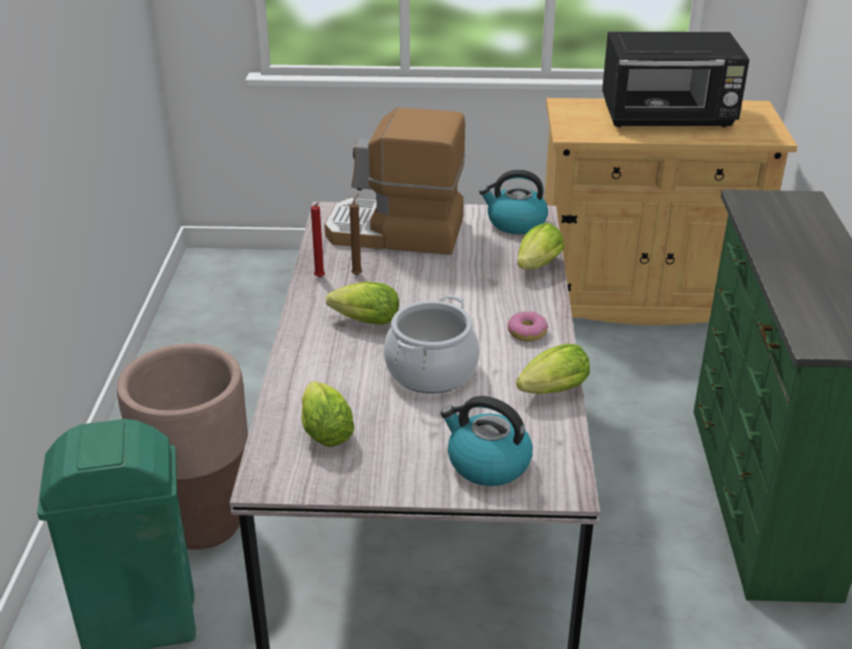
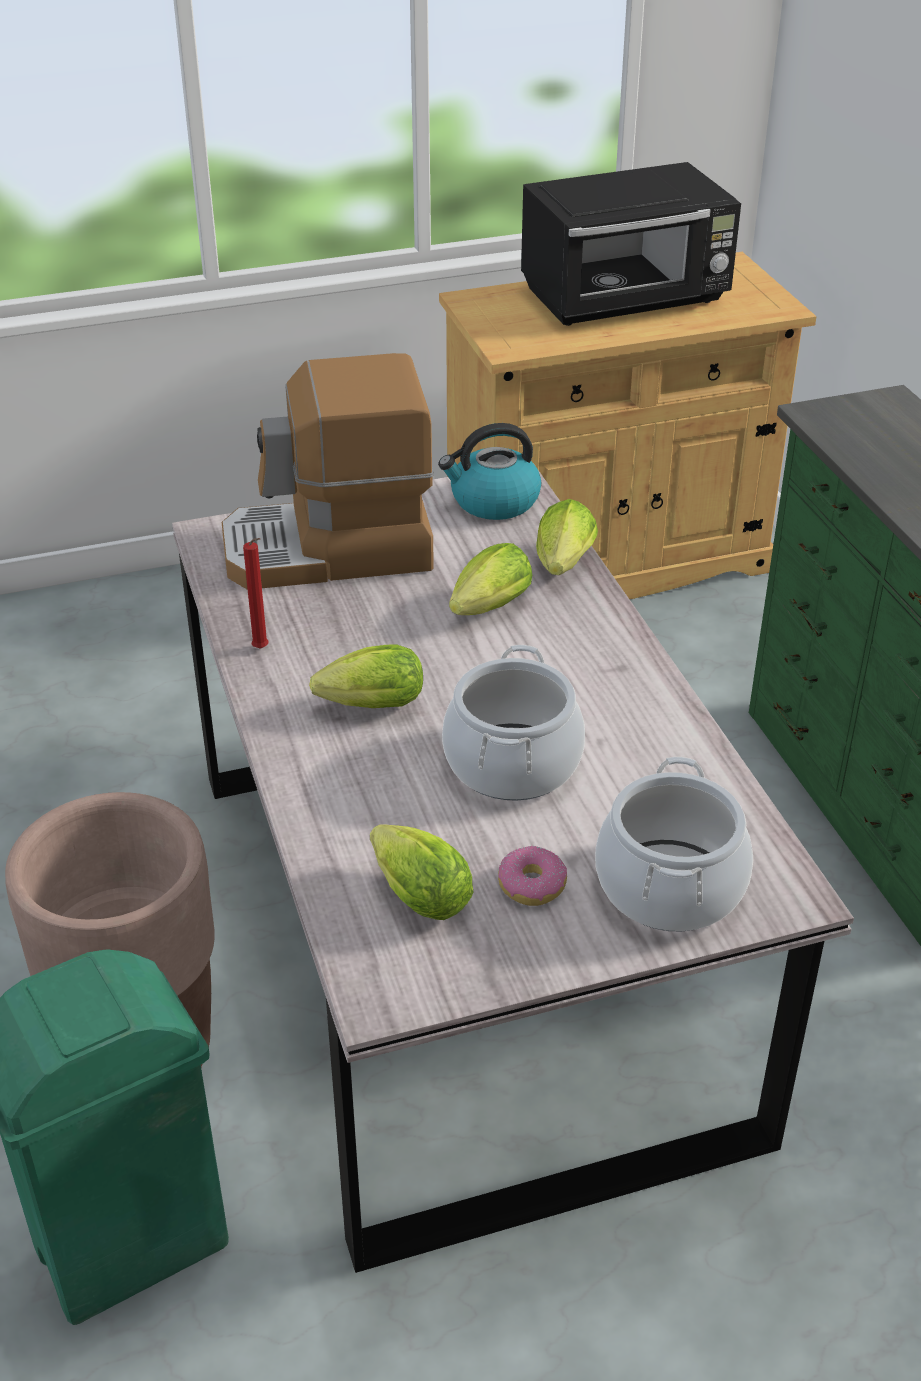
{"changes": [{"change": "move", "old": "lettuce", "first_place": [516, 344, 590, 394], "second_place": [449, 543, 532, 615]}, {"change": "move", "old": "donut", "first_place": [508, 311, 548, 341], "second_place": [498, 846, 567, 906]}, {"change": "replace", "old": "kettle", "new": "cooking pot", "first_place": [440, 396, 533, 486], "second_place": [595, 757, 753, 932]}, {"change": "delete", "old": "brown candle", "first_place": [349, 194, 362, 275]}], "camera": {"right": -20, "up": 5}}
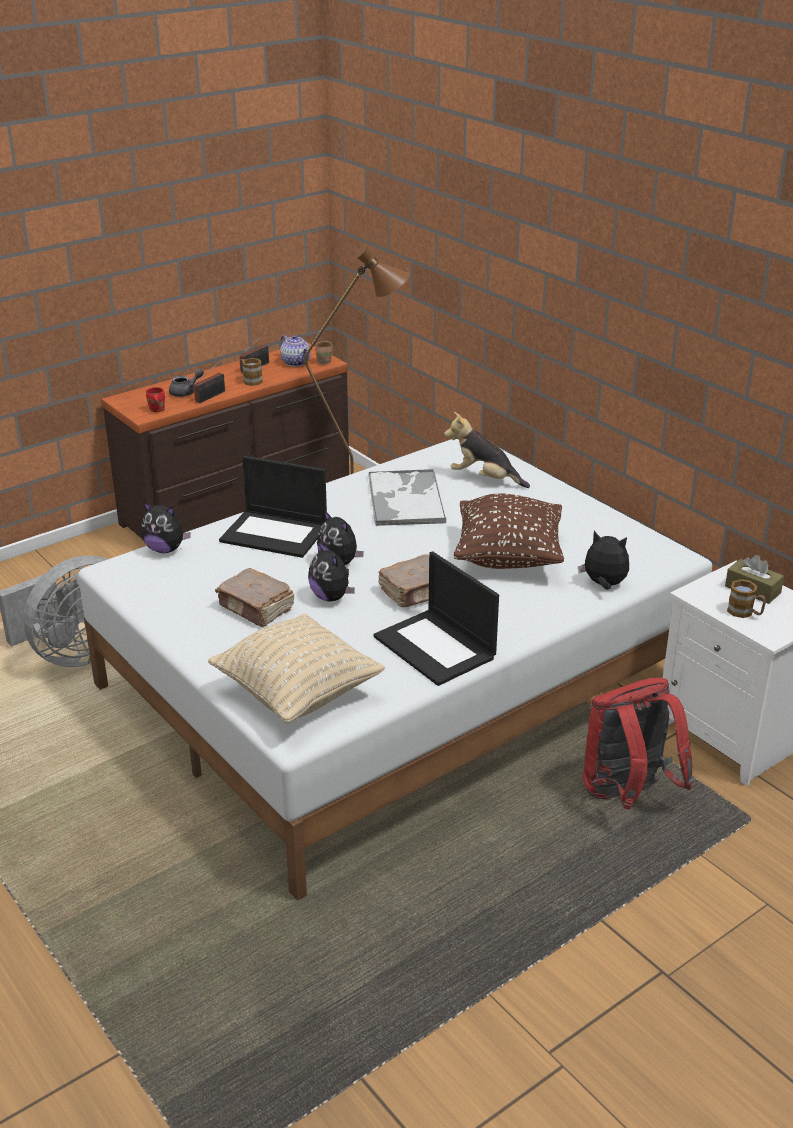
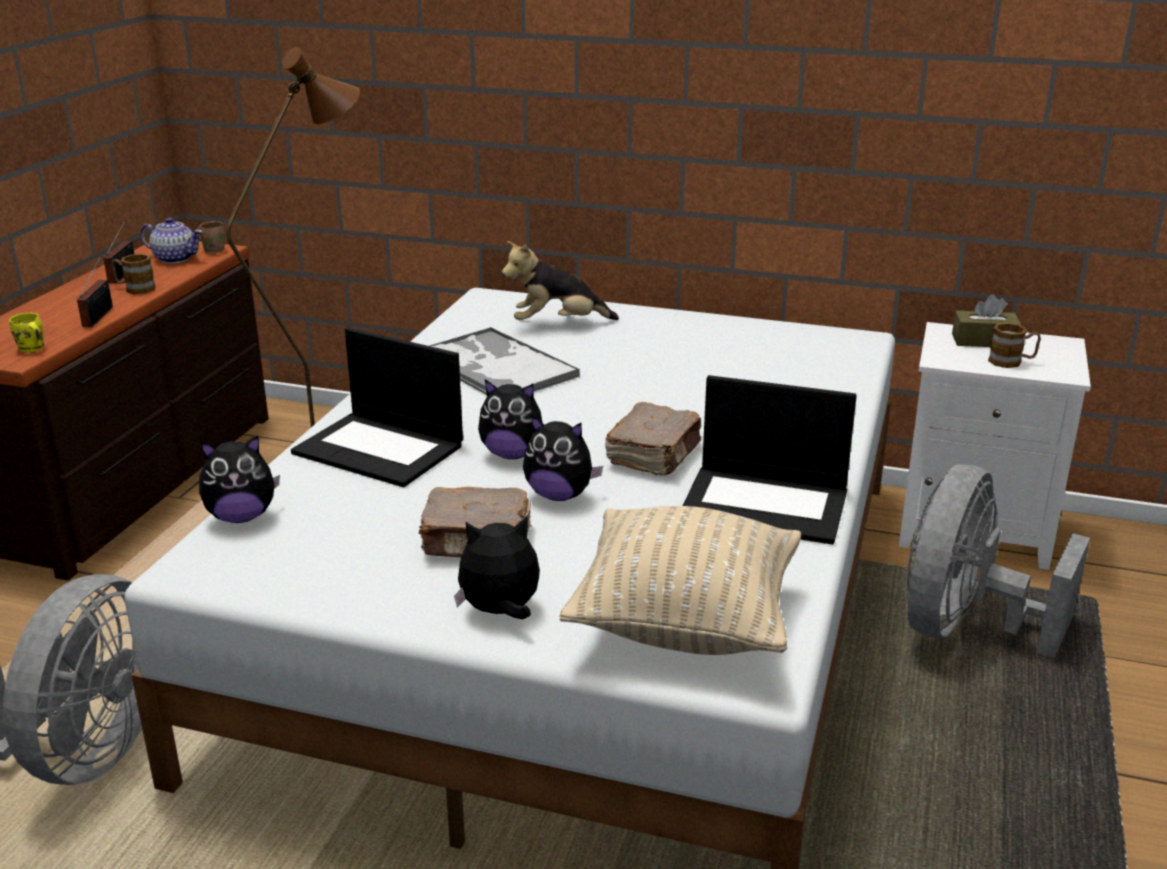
{"changes": [{"change": "recolor", "old": "red mug", "new": "yellow mug", "first_place": [146, 387, 165, 412], "second_place": [9, 313, 44, 353]}, {"change": "rotate", "old": "laptop", "first_place": [219, 456, 327, 558], "second_place": [291, 328, 463, 487], "degrees": 45}, {"change": "move", "old": "plush toy", "first_place": [578, 531, 629, 590], "second_place": [454, 515, 540, 619]}, {"change": "replace", "old": "red backpack", "new": "grey fan", "first_place": [583, 678, 694, 810], "second_place": [905, 464, 1090, 658]}, {"change": "delete", "old": "grey teapot", "first_place": [169, 368, 204, 397]}, {"change": "delete", "old": "brown pillow", "first_place": [454, 494, 564, 569]}], "camera": {"right": -35, "up": -5}}
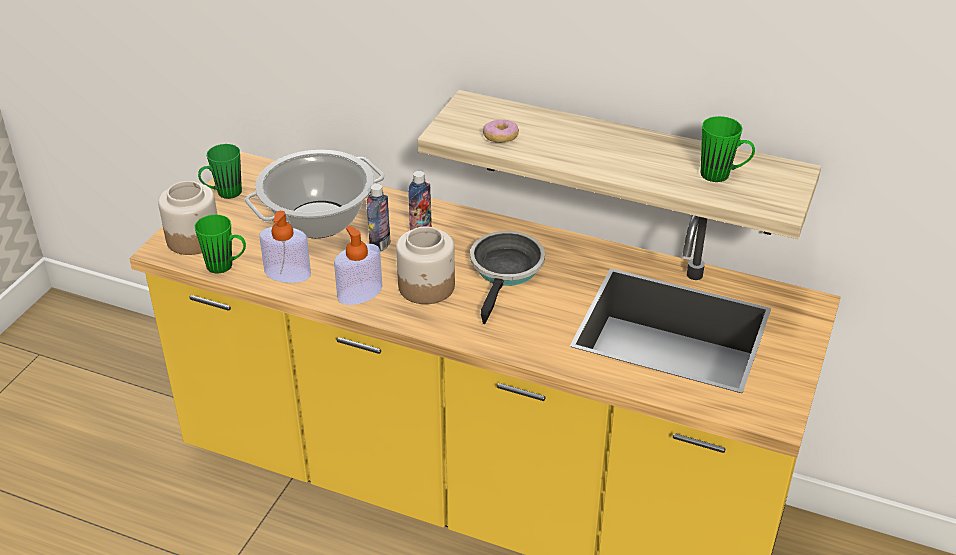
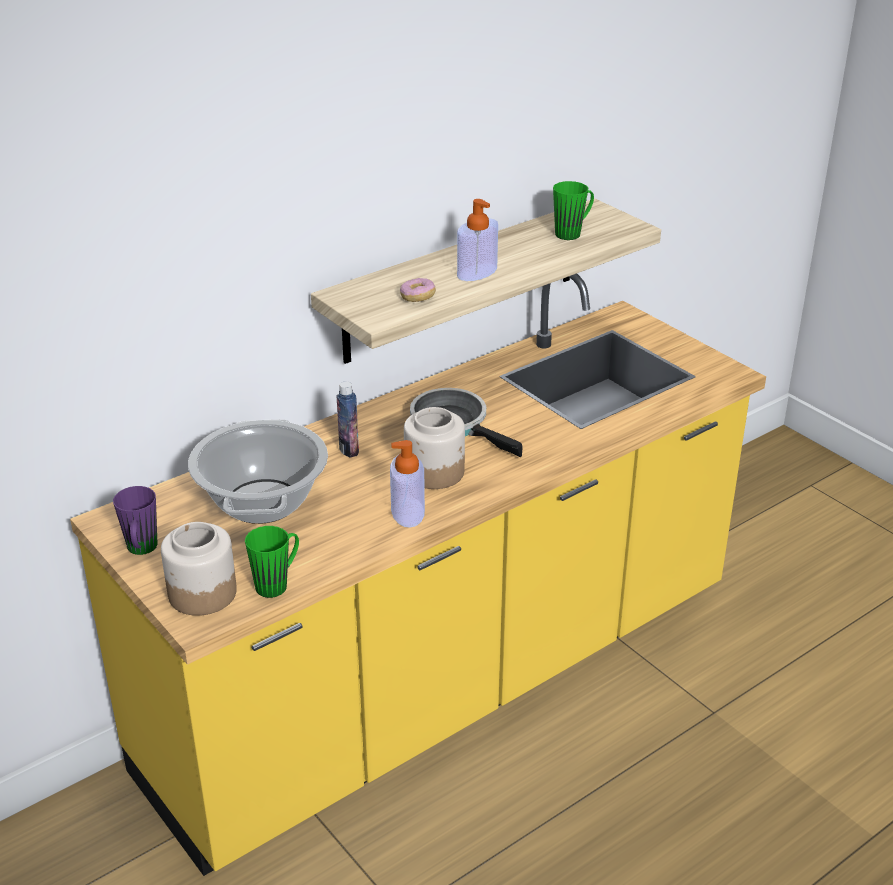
{"changes": [{"change": "recolor", "old": "green mug", "new": "purple mug", "first_place": [198, 144, 242, 199], "second_place": [113, 486, 158, 555]}, {"change": "move", "old": "soap dispenser", "first_place": [259, 211, 311, 283], "second_place": [457, 199, 498, 281]}, {"change": "delete", "old": "bottle", "first_place": [367, 184, 390, 251]}], "camera": {"right": -60, "up": -5}}
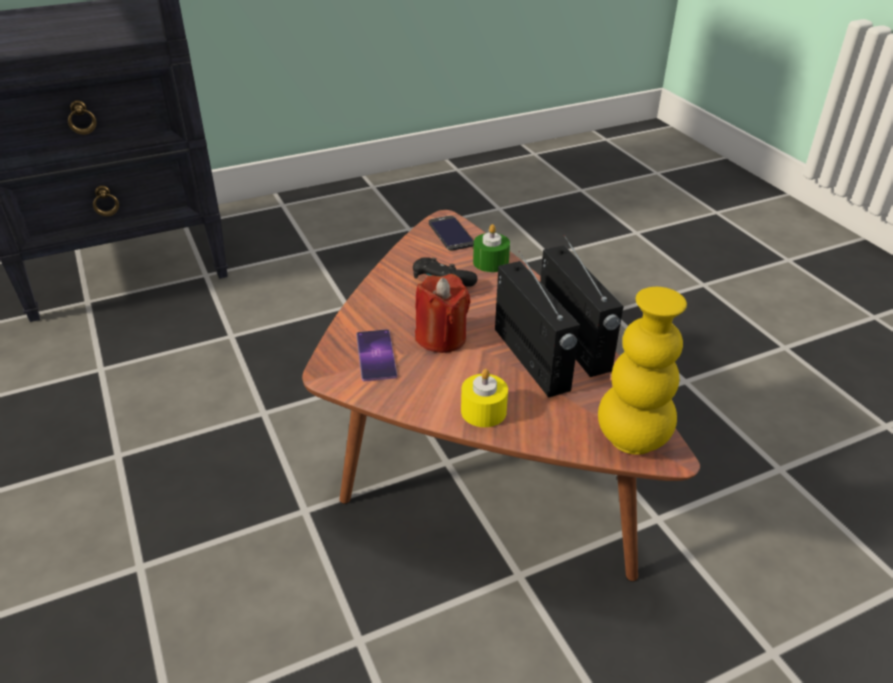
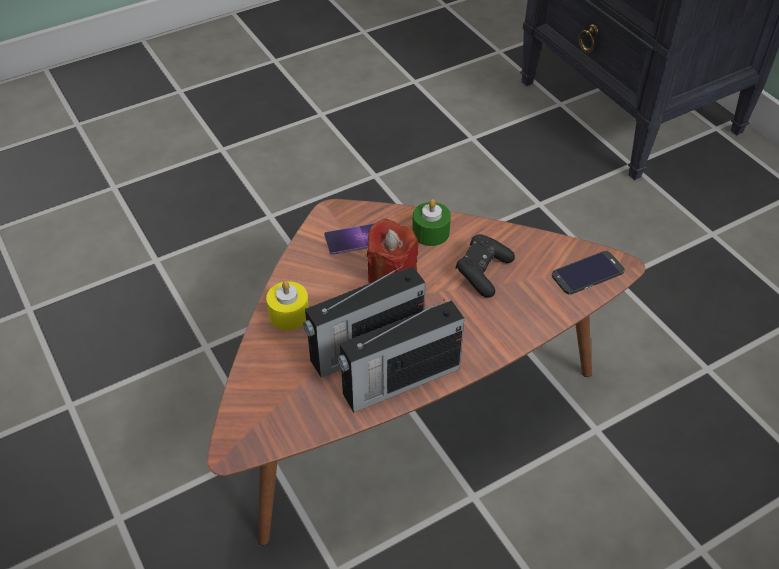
{"changes": [{"change": "move", "old": "green candle", "first_place": [473, 224, 510, 272], "second_place": [412, 199, 451, 246]}, {"change": "delete", "old": "yellow vase", "first_place": [598, 287, 687, 455]}], "camera": {"right": 85, "up": 10}}
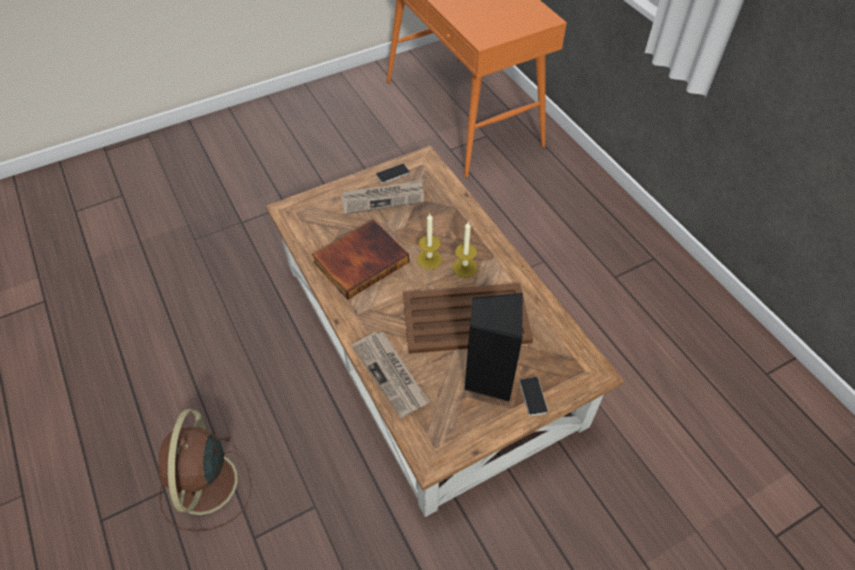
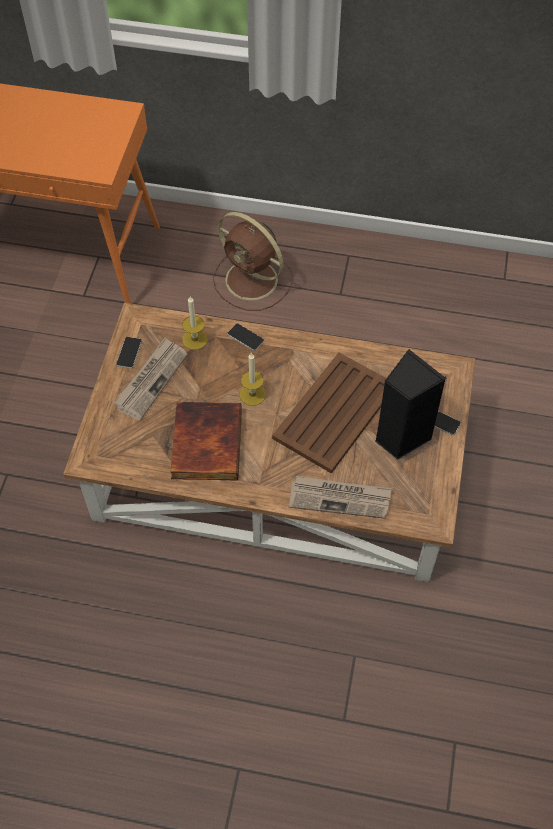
{"changes": [{"change": "move", "old": "candle", "first_place": [452, 222, 477, 278], "second_place": [182, 296, 208, 350]}, {"change": "move", "old": "brown fan", "first_place": [158, 409, 251, 532], "second_place": [213, 212, 293, 311]}, {"change": "insert", "new": "phone", "second_place": [227, 323, 264, 351]}], "camera": {"right": -50, "up": 5}}
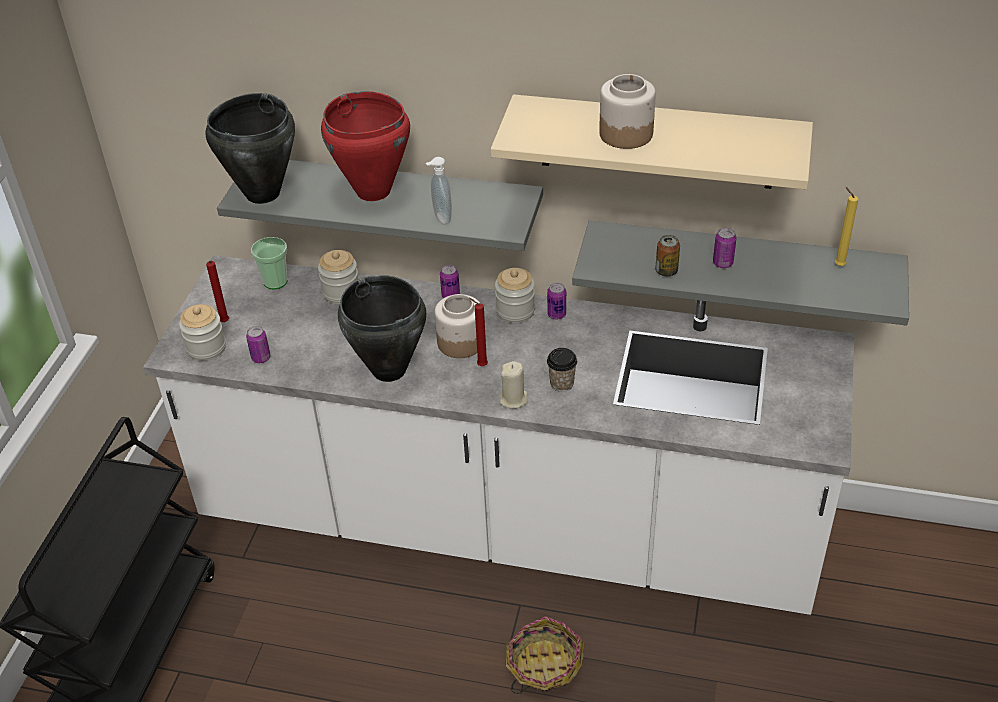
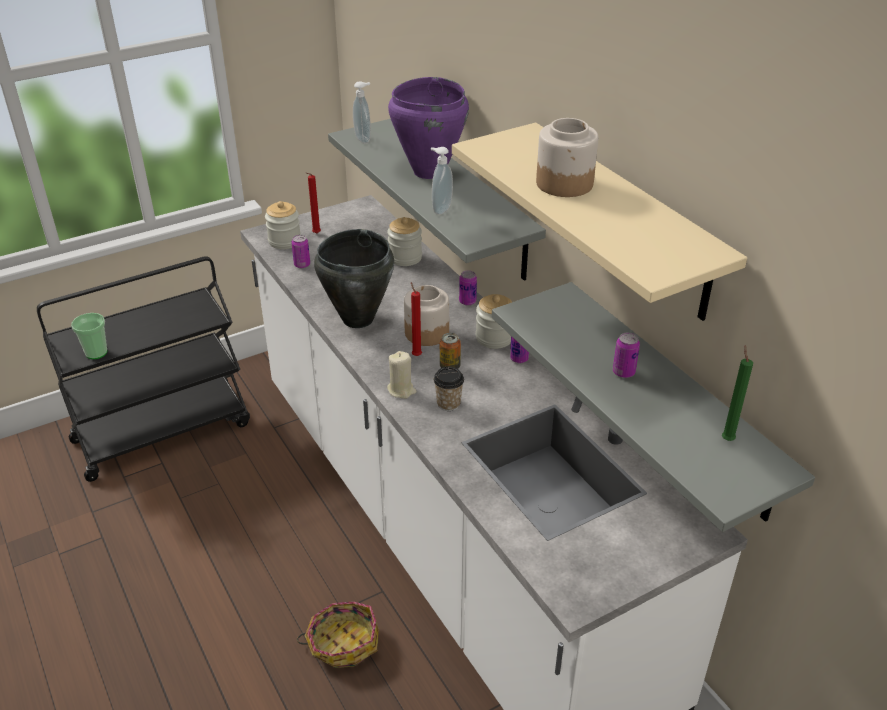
{"changes": [{"change": "move", "old": "cup", "first_place": [251, 237, 287, 289], "second_place": [71, 313, 107, 359]}, {"change": "replace", "old": "black cooking pot", "new": "soap dispenser", "first_place": [205, 93, 295, 204], "second_place": [353, 81, 371, 143]}, {"change": "recolor", "old": "red cooking pot", "new": "purple cooking pot", "first_place": [321, 91, 410, 201], "second_place": [388, 77, 469, 179]}, {"change": "move", "old": "can", "first_place": [655, 235, 680, 277], "second_place": [440, 333, 461, 369]}, {"change": "recolor", "old": "yellow candle", "new": "green candle", "first_place": [835, 187, 858, 266], "second_place": [722, 345, 753, 441]}], "camera": {"right": 45, "up": -5}}
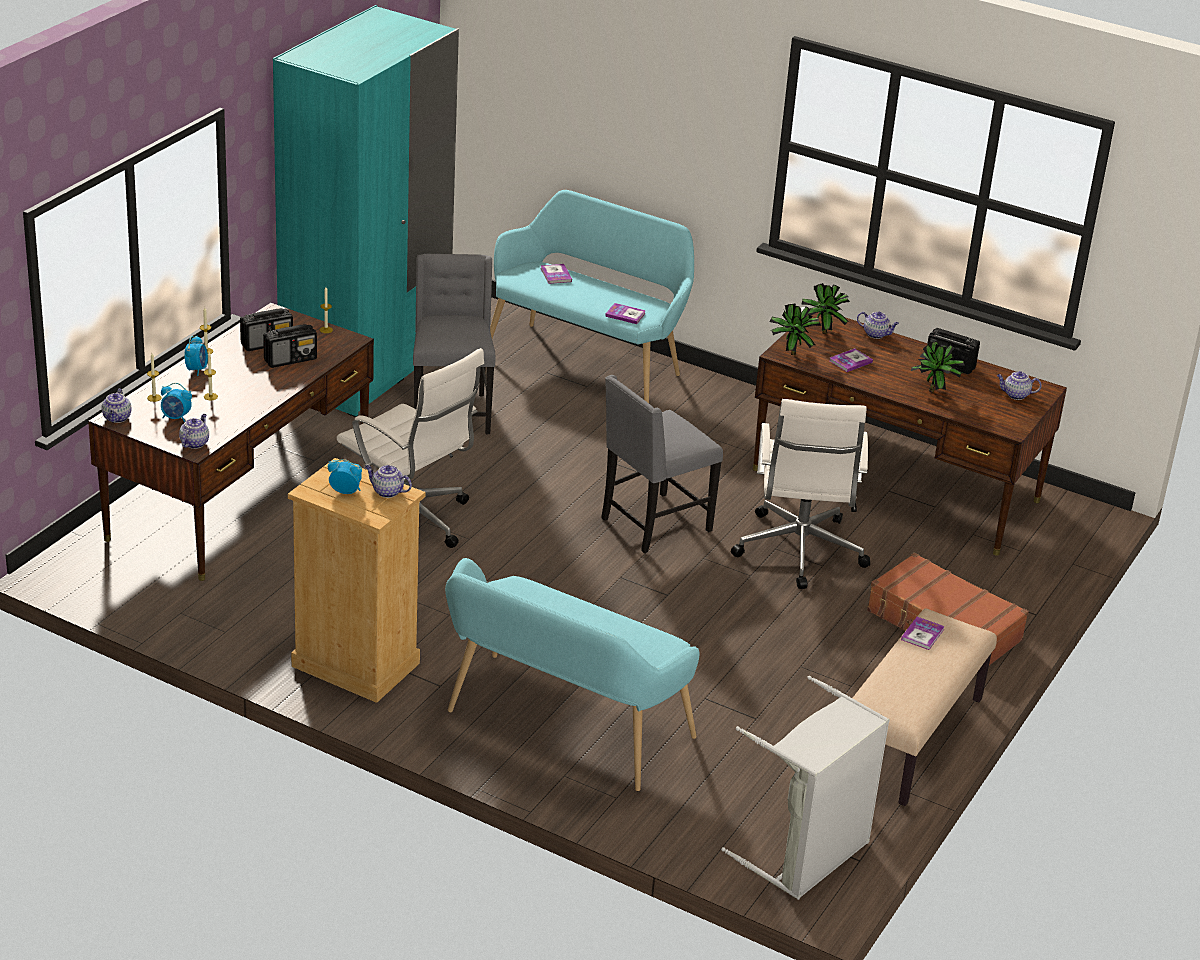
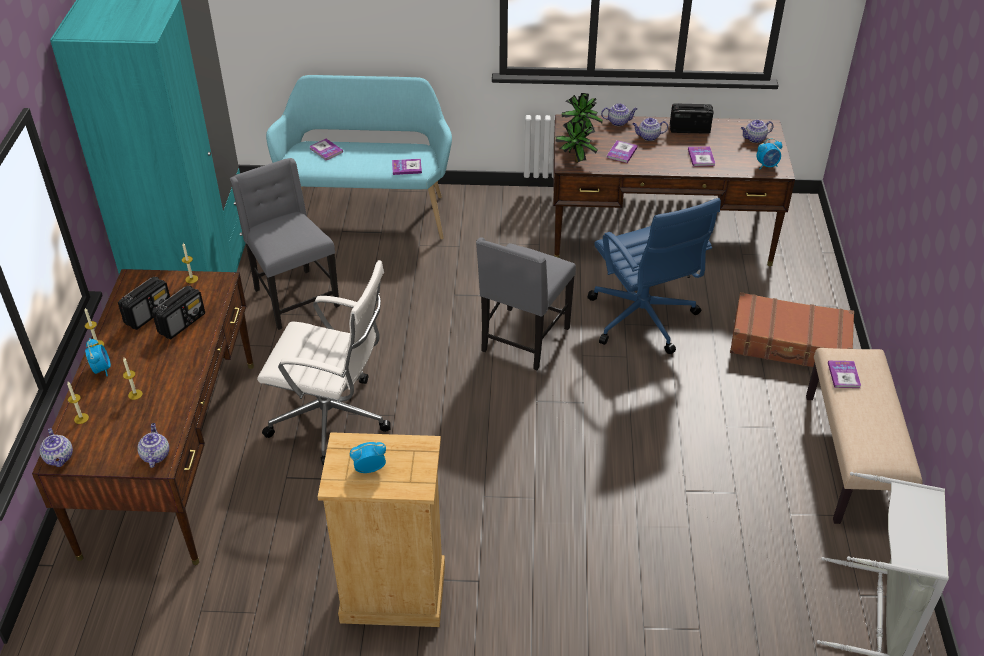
{"changes": [{"change": "recolor", "old": "white office chair", "new": "blue office chair", "first_place": [731, 399, 870, 589], "second_place": [587, 198, 721, 354]}, {"change": "move", "old": "teapot", "first_place": [365, 465, 412, 498], "second_place": [632, 118, 668, 141]}, {"change": "replace", "old": "potted plant", "new": "book", "first_place": [911, 341, 965, 392], "second_place": [688, 146, 715, 167]}, {"change": "move", "old": "alarm clock", "first_place": [161, 383, 192, 422], "second_place": [757, 138, 782, 169]}, {"change": "delete", "old": "turquoise bench", "first_place": [445, 558, 700, 791]}], "camera": {"right": -25, "up": 10}}
